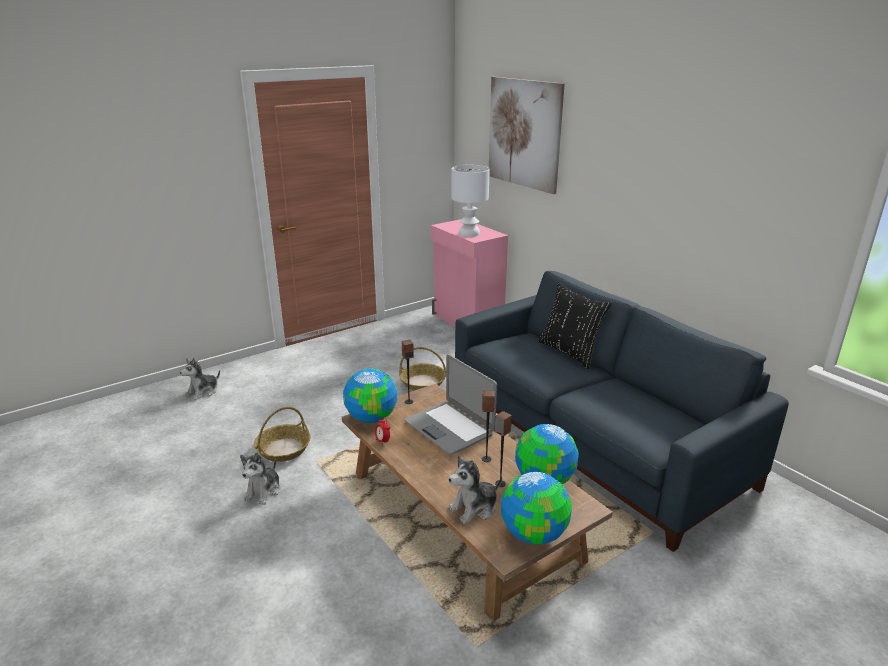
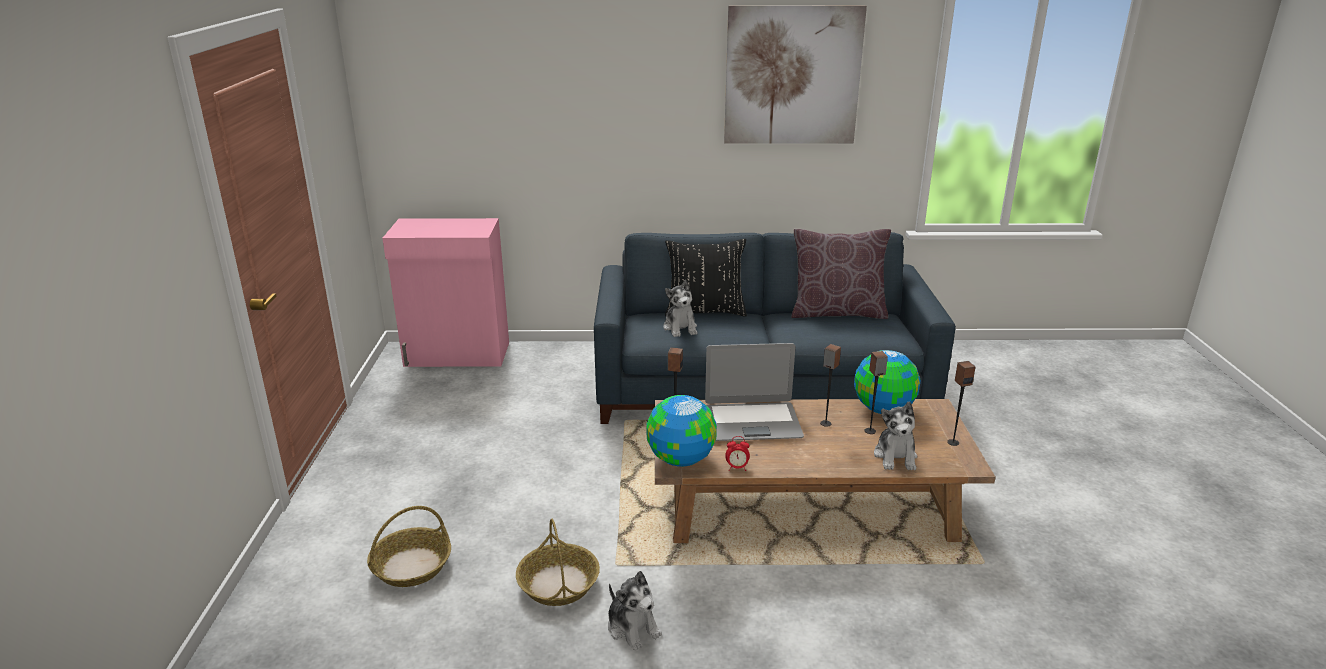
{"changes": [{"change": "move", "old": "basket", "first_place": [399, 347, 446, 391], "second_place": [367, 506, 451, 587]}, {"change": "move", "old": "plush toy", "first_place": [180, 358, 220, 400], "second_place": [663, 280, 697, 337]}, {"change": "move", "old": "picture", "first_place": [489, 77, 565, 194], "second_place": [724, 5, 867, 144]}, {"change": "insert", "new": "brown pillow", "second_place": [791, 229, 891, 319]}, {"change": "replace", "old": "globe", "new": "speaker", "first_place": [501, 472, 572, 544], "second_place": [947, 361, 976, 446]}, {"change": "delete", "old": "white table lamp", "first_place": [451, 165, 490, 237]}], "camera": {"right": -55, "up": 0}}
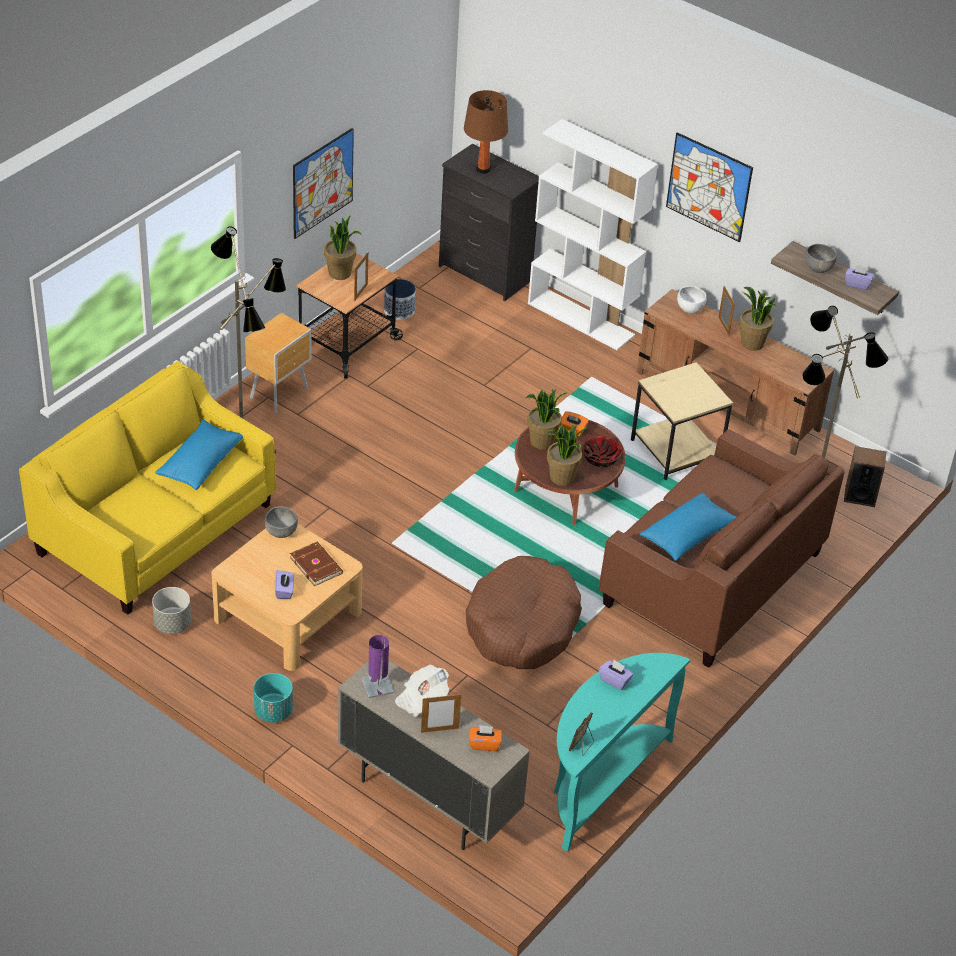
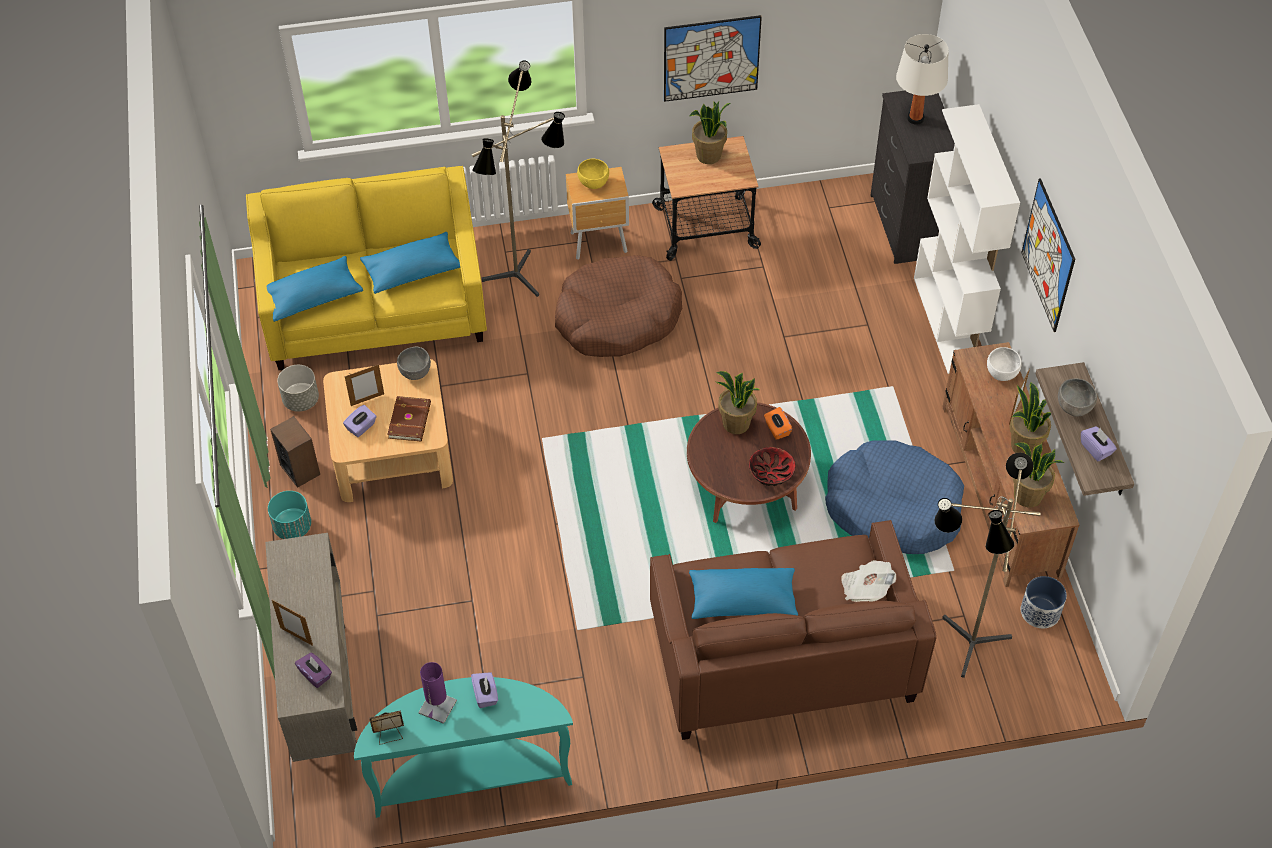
{"changes": [{"change": "insert", "new": "blue pillow", "second_place": [266, 256, 363, 322]}, {"change": "move", "old": "speaker", "first_place": [844, 446, 886, 507], "second_place": [270, 416, 320, 488]}, {"change": "recolor", "old": "orange tissue box", "new": "purple tissue box", "first_place": [469, 725, 502, 751], "second_place": [295, 652, 332, 688]}, {"change": "move", "old": "picture frame", "first_place": [354, 252, 368, 301], "second_place": [344, 364, 384, 406]}, {"change": "move", "old": "purple table lamp", "first_place": [362, 635, 394, 698], "second_place": [418, 662, 457, 724]}, {"change": "move", "old": "brown dog bed", "first_place": [466, 556, 582, 669], "second_place": [555, 255, 682, 357]}, {"change": "insert", "new": "yellow bowl", "second_place": [577, 158, 609, 189]}, {"change": "replace", "old": "beige side table", "new": "blue dog bed", "first_place": [631, 362, 733, 480], "second_place": [825, 440, 964, 554]}, {"change": "move", "old": "newspaper", "first_place": [395, 665, 449, 717], "second_place": [841, 560, 896, 602]}, {"change": "recolor", "old": "brown table lamp", "new": "white table lamp", "first_place": [464, 90, 508, 173], "second_place": [896, 34, 949, 124]}, {"change": "move", "old": "potted plant", "first_place": [545, 424, 587, 486], "second_place": [1012, 443, 1064, 507]}, {"change": "move", "old": "planter", "first_place": [384, 279, 416, 320], "second_place": [1021, 576, 1067, 628]}], "camera": {"right": 45, "up": 10}}
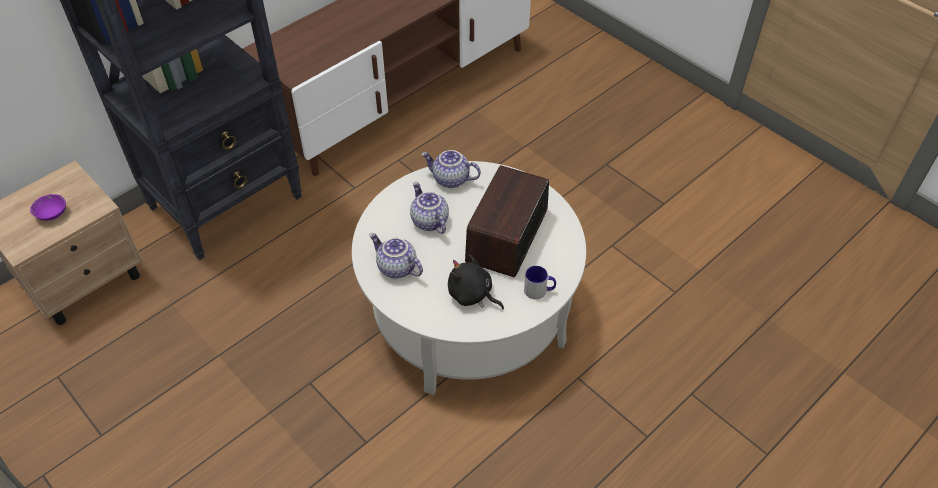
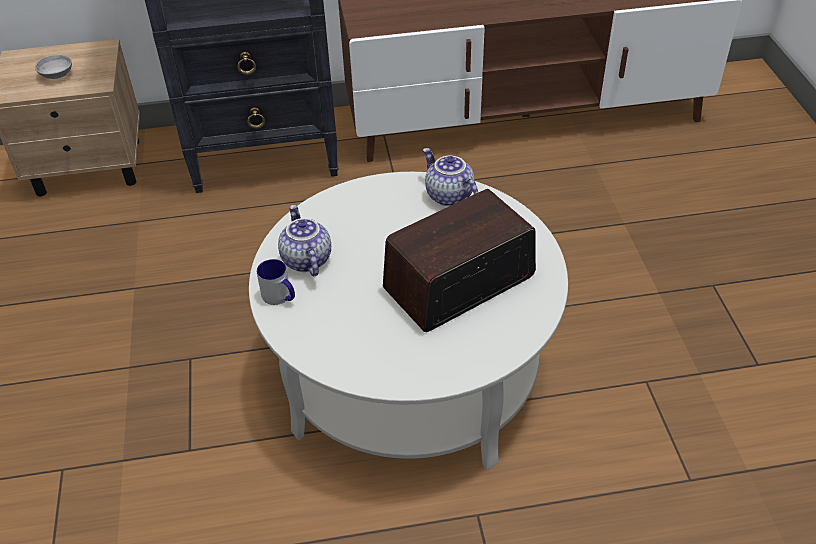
{"changes": [{"change": "recolor", "old": "purple bowl", "new": "grey bowl", "first_place": [30, 194, 66, 221], "second_place": [35, 55, 72, 79]}, {"change": "move", "old": "mug", "first_place": [524, 266, 556, 299], "second_place": [257, 259, 295, 305]}, {"change": "delete", "old": "teapot", "first_place": [410, 182, 449, 234]}, {"change": "delete", "old": "black plush toy", "first_place": [448, 254, 504, 309]}], "camera": {"right": 35, "up": -5}}
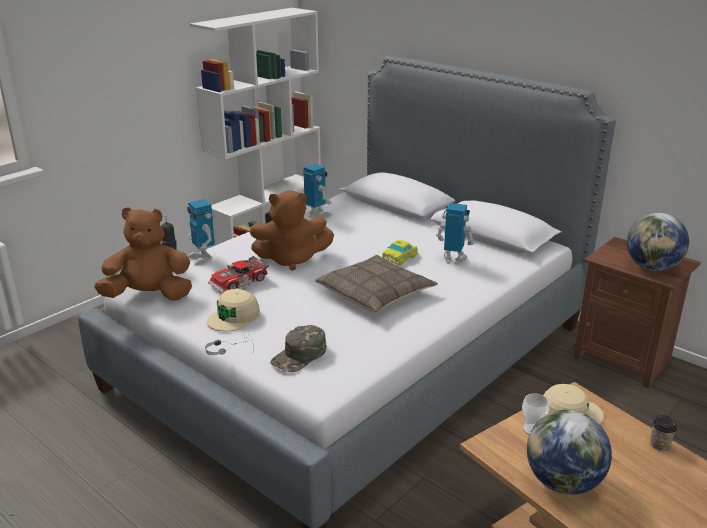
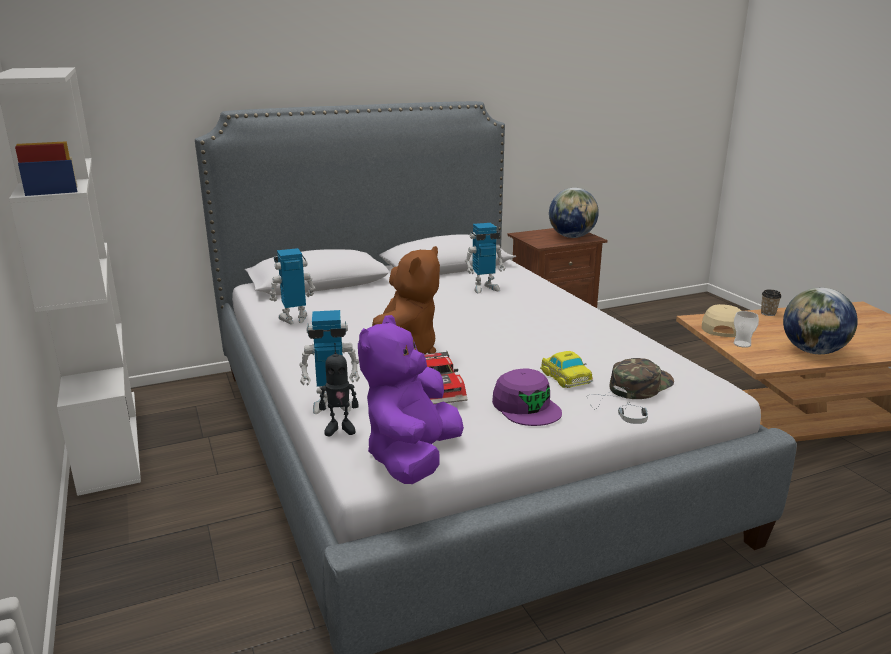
{"changes": [{"change": "recolor", "old": "brown plush toy", "new": "purple plush toy", "first_place": [94, 207, 192, 301], "second_place": [358, 315, 464, 484]}, {"change": "rotate", "old": "toy robot", "first_place": [436, 203, 474, 265], "second_place": [465, 223, 505, 294], "degrees": -150}, {"change": "recolor", "old": "beige cap", "new": "purple cap", "first_place": [207, 289, 260, 331], "second_place": [492, 368, 562, 426]}, {"change": "move", "old": "toy car", "first_place": [382, 240, 418, 265], "second_place": [540, 351, 593, 388]}, {"change": "rotate", "old": "green cap", "first_place": [270, 325, 326, 372], "second_place": [610, 358, 674, 399], "degrees": -105}, {"change": "delete", "old": "pillow", "first_place": [315, 255, 438, 313]}], "camera": {"right": -65, "up": -5}}
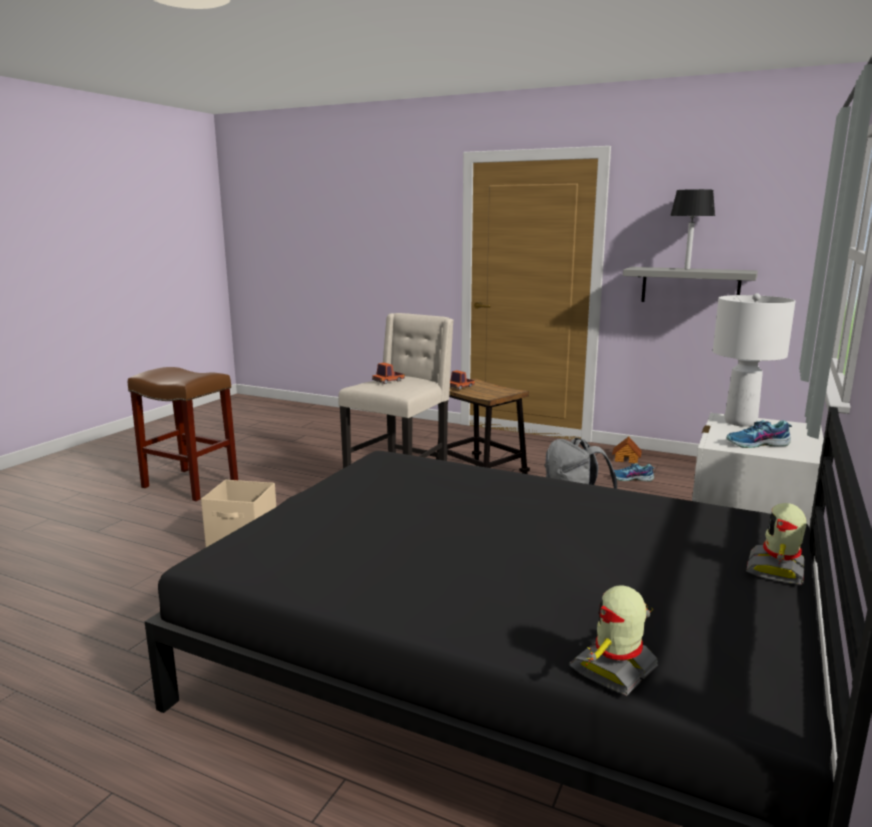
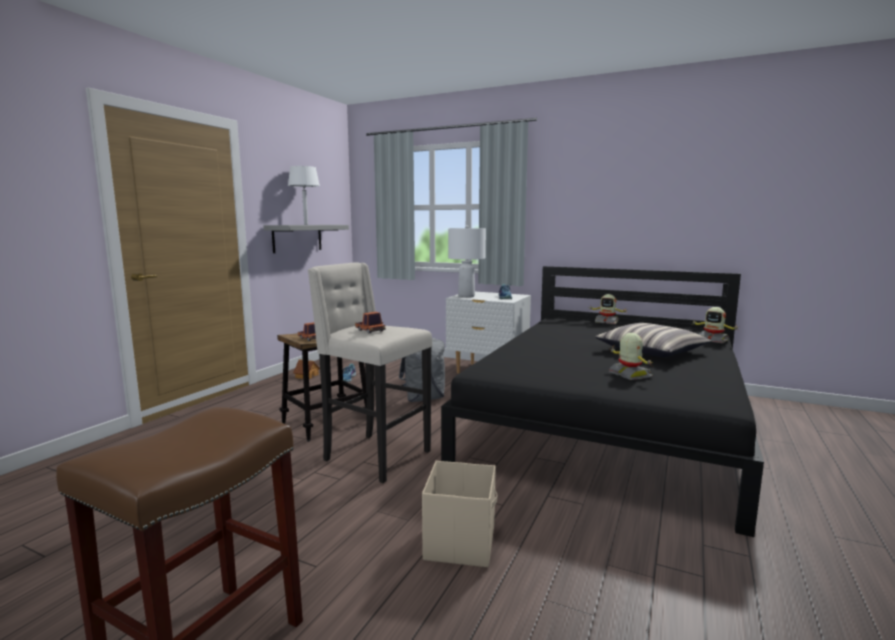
{"changes": [{"change": "recolor", "old": "black table lamp", "new": "white table lamp", "first_place": [670, 189, 715, 270], "second_place": [288, 166, 320, 225]}, {"change": "insert", "new": "pillow", "second_place": [595, 323, 712, 357]}, {"change": "insert", "new": "toy robot", "second_place": [609, 333, 653, 380]}], "camera": {"right": -90, "up": -5}}
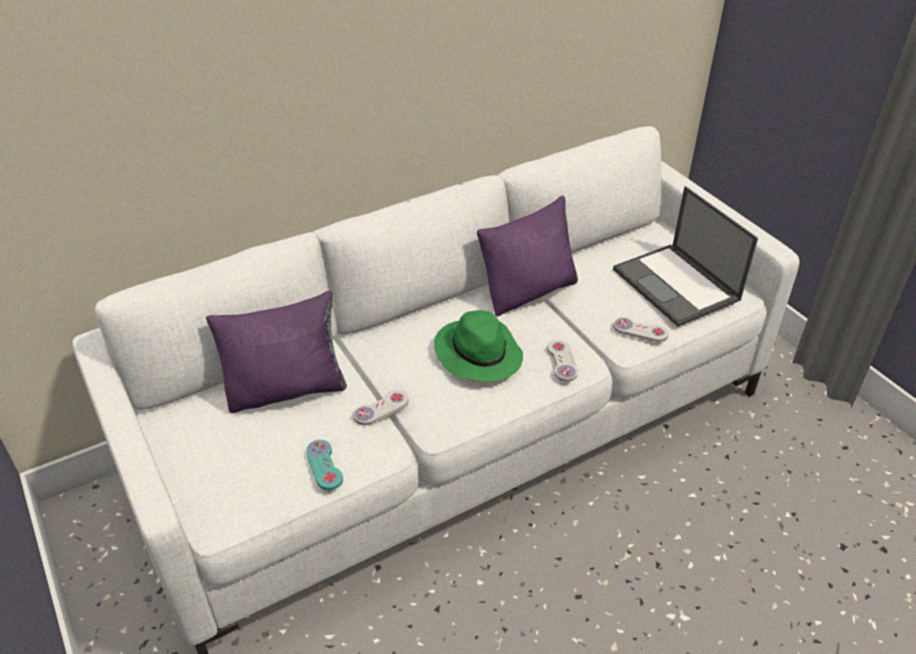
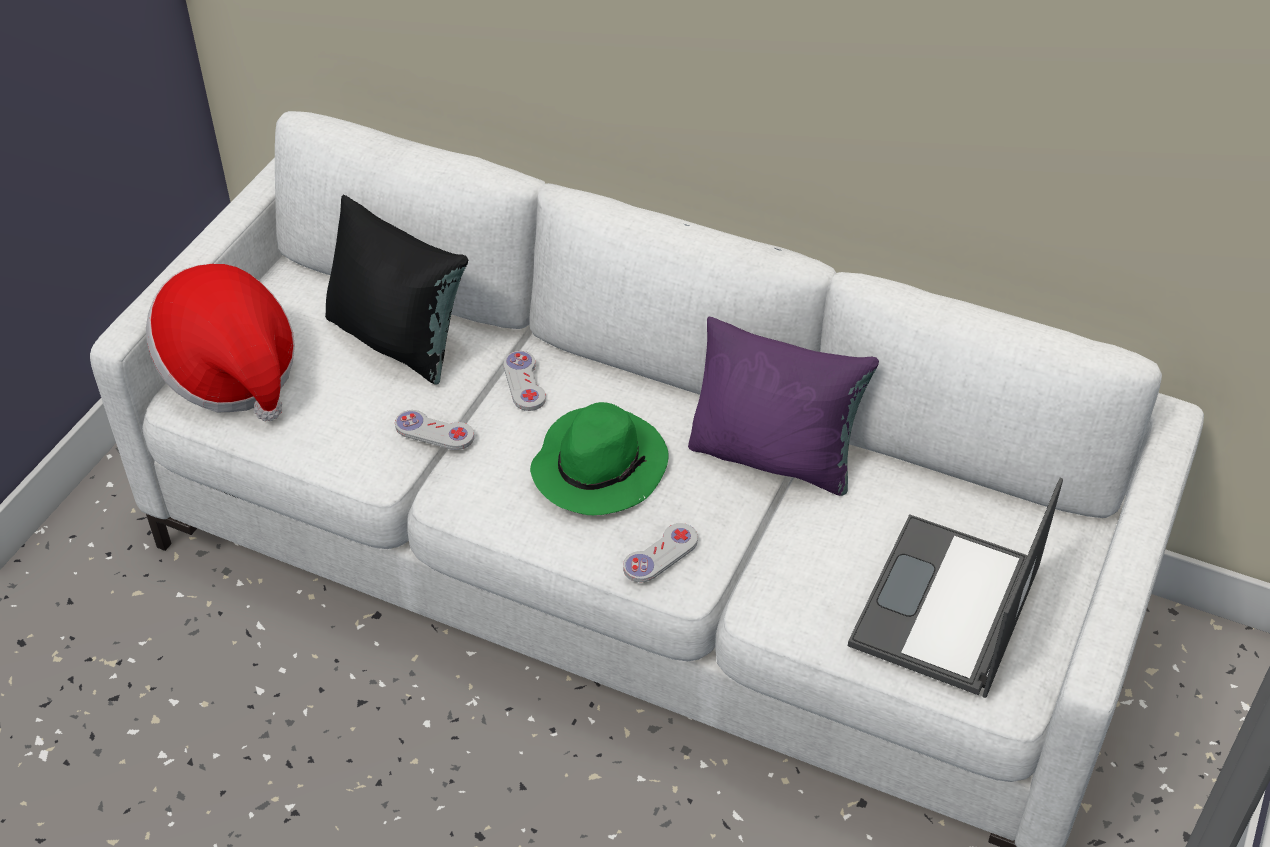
{"changes": [{"change": "insert", "new": "hat", "second_place": [146, 264, 295, 421]}, {"change": "recolor", "old": "purple pillow", "new": "black pillow", "first_place": [206, 290, 347, 413], "second_place": [325, 195, 468, 384]}, {"change": "move", "old": "white game controller", "first_place": [613, 317, 669, 342], "second_place": [503, 351, 546, 411]}, {"change": "delete", "old": "turquoise game controller", "first_place": [306, 440, 343, 490]}], "camera": {"right": 55, "up": 5}}
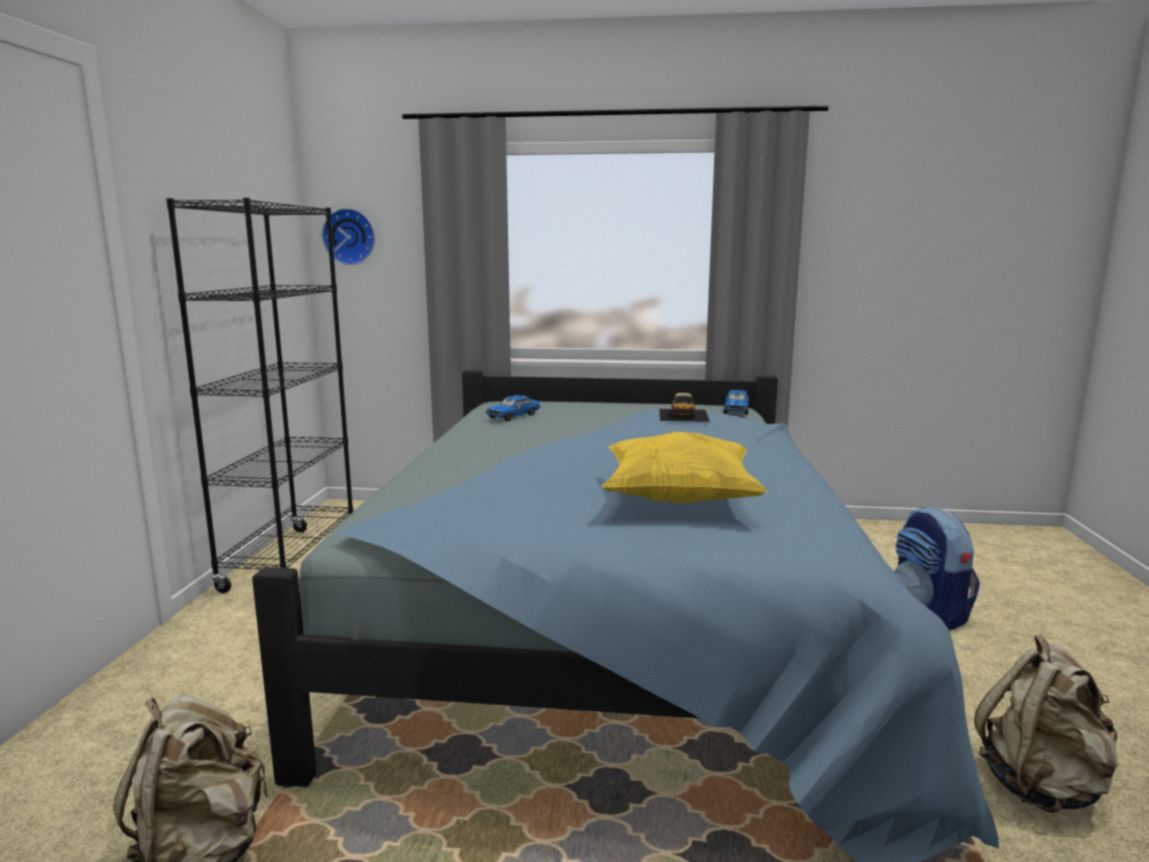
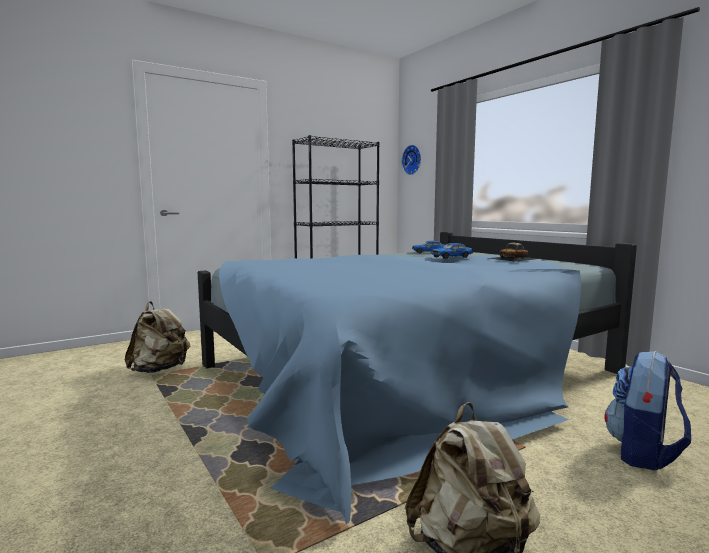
{"changes": [{"change": "move", "old": "toy car", "first_place": [724, 390, 749, 415], "second_place": [431, 243, 473, 259]}, {"change": "delete", "old": "yellow pillow", "first_place": [602, 432, 767, 504]}], "camera": {"right": 50, "up": -5}}
